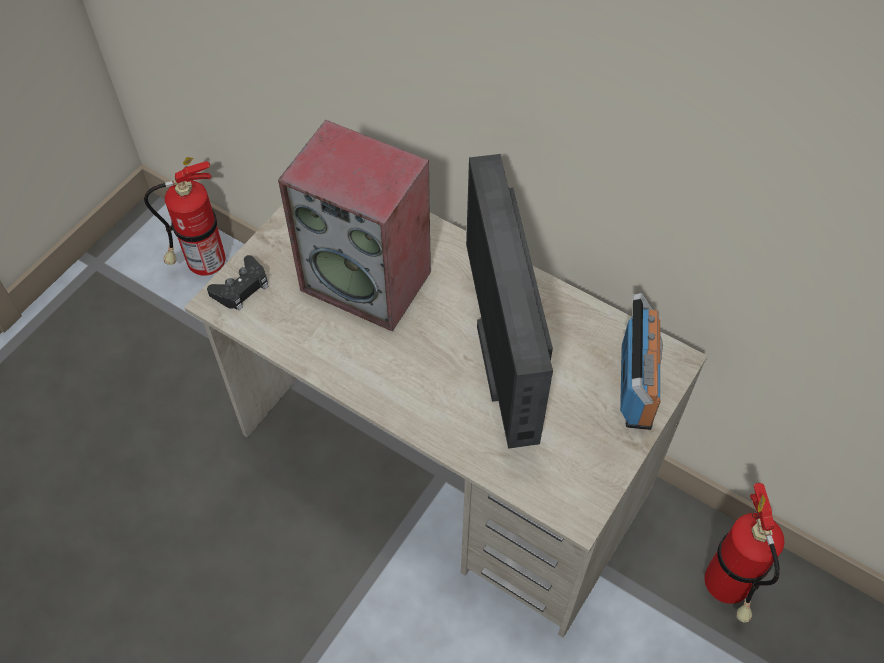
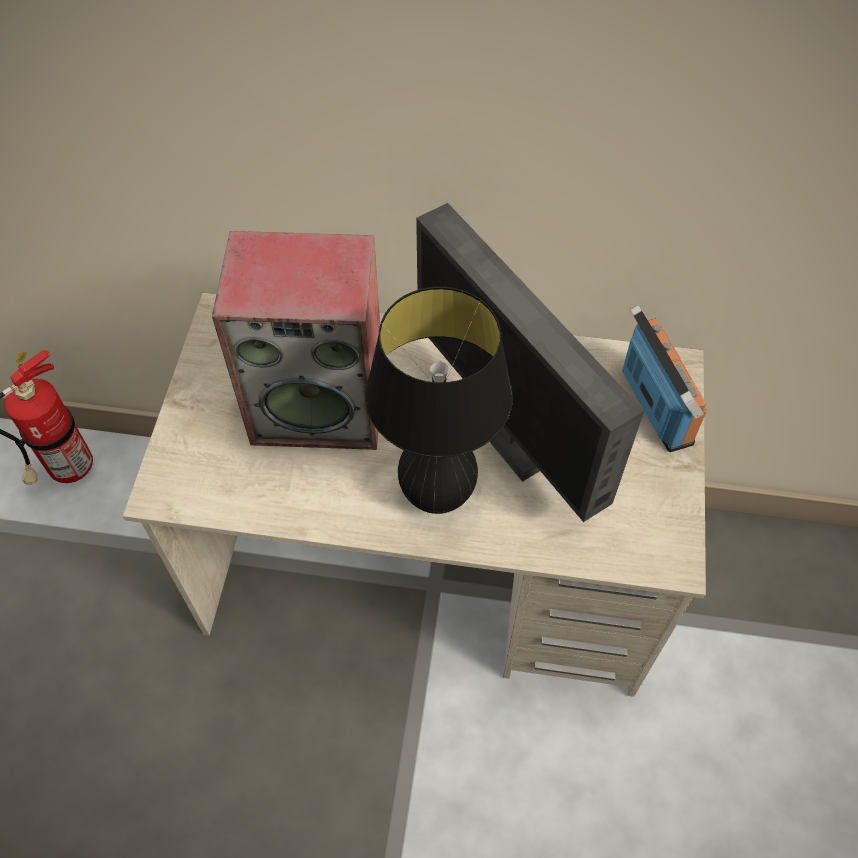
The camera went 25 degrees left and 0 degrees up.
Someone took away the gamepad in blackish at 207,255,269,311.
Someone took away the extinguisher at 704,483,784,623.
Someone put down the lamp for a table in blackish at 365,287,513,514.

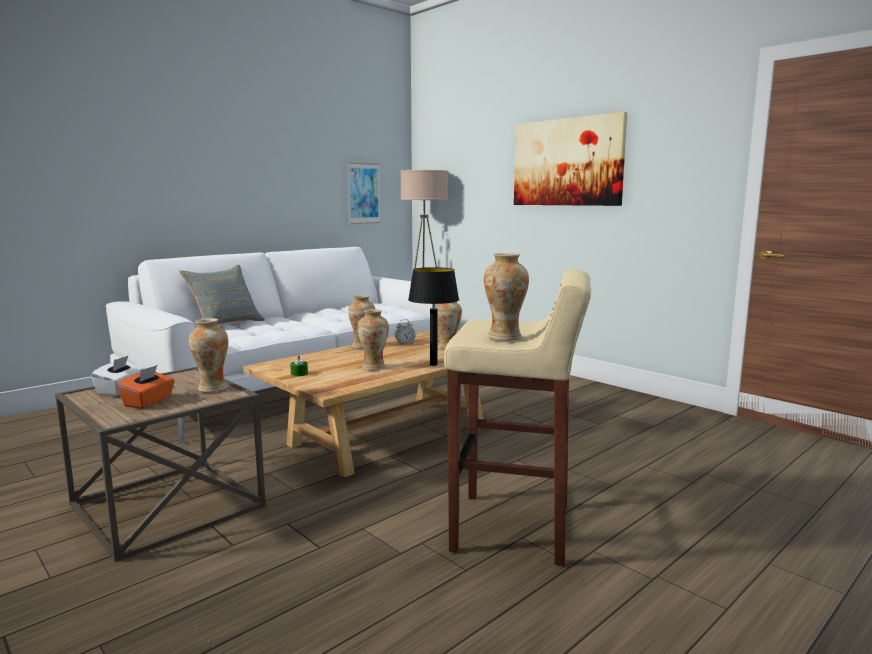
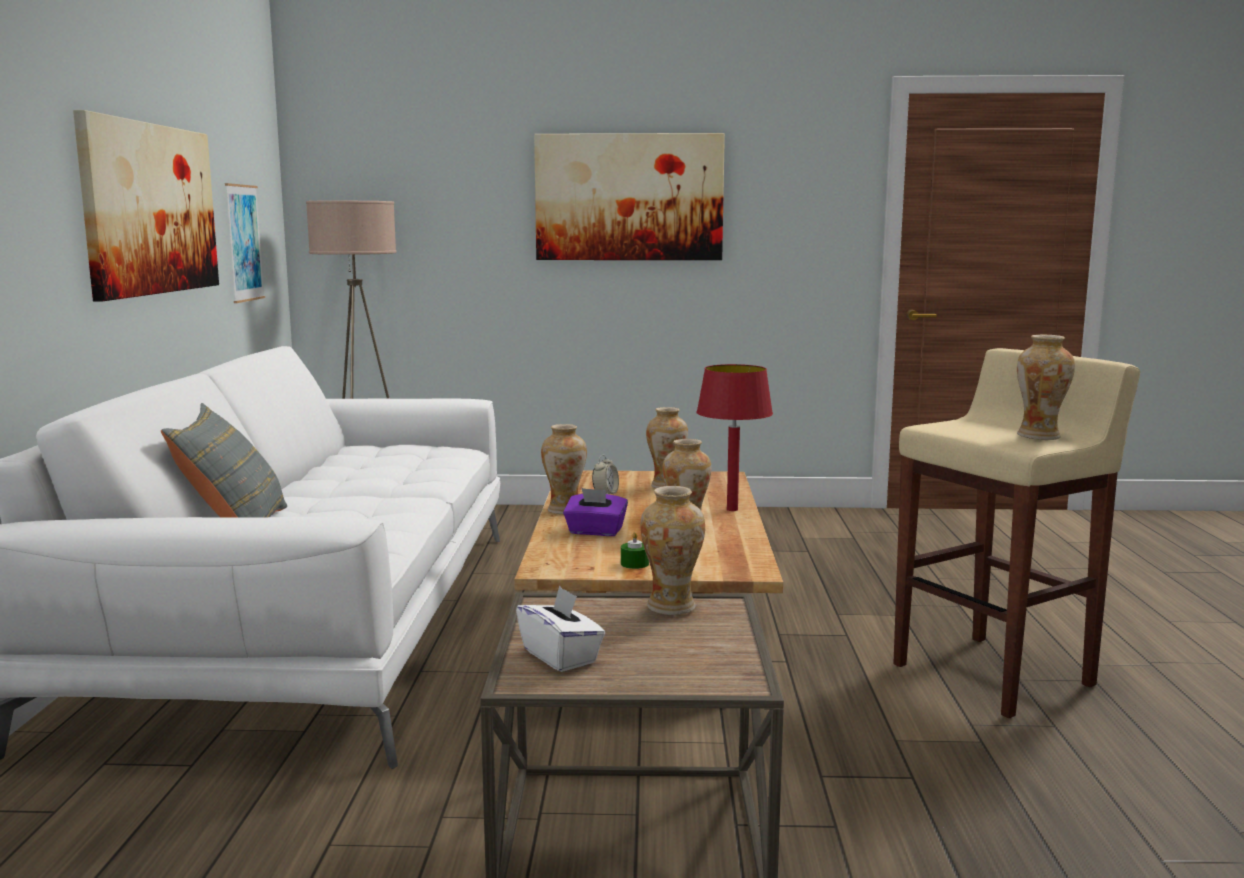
The camera went 45 degrees left and 0 degrees up.
Someone repainted the lamp for a table in blackish at 408,267,459,366, which became the lamp for a table in red at 697,364,773,511.
Someone took away the tissue holder in orange at 117,365,175,409.
Someone put up the wall art at 73,110,219,301.
Someone put down the tissue holder in purple-coloured at 563,488,628,536.

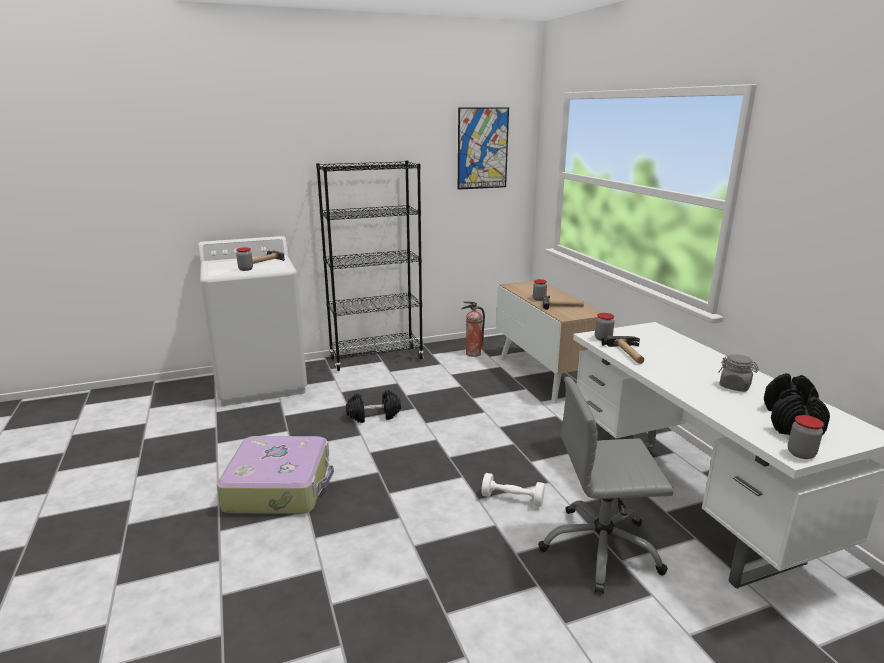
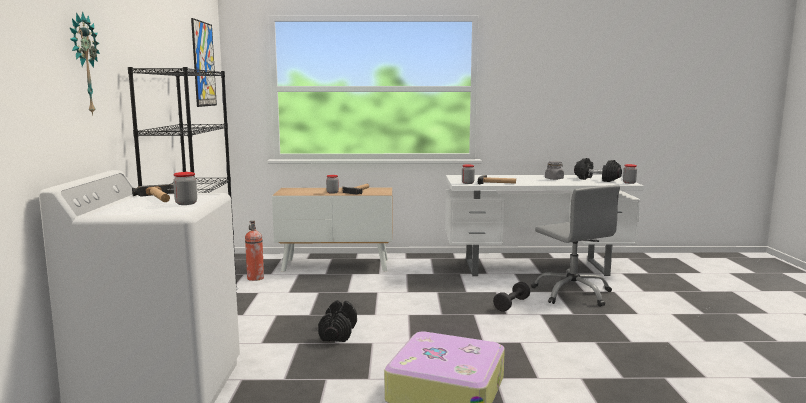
The camera went 70 degrees left and 10 degrees down.
Someone rotated the computer chair in grey at 538,377,674,594 by 45 degrees counterclockwise.
Someone repainted the free weight in white-coloured at 481,473,545,507, which became the free weight in blackish at 493,282,530,312.
Someone put up the wall clock at 70,12,100,116.

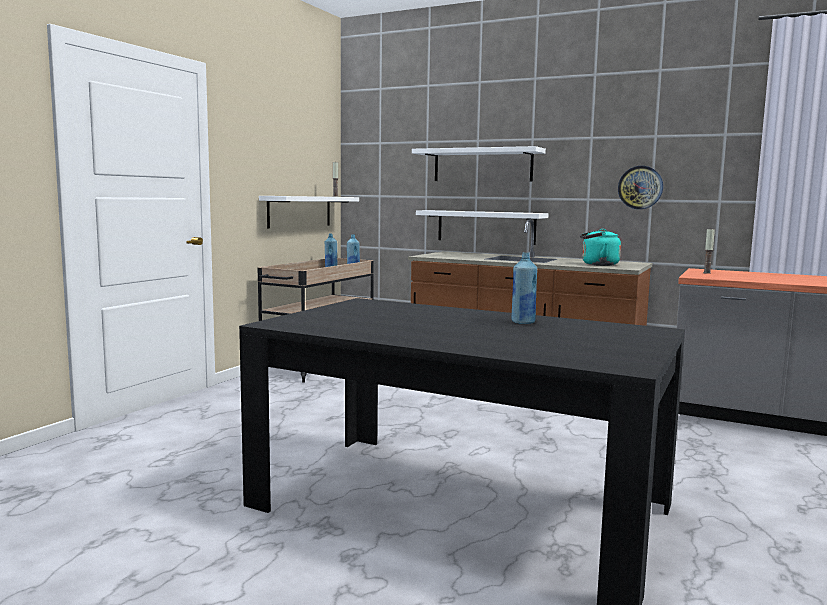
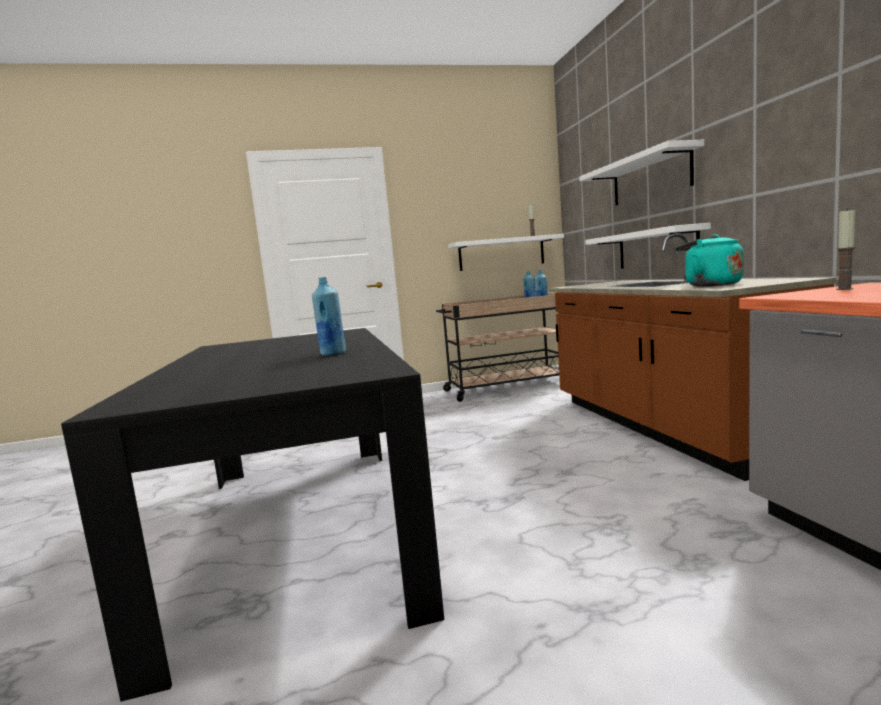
The camera went 50 degrees right and 0 degrees up.
Someone took away the wall clock at 618,166,663,209.

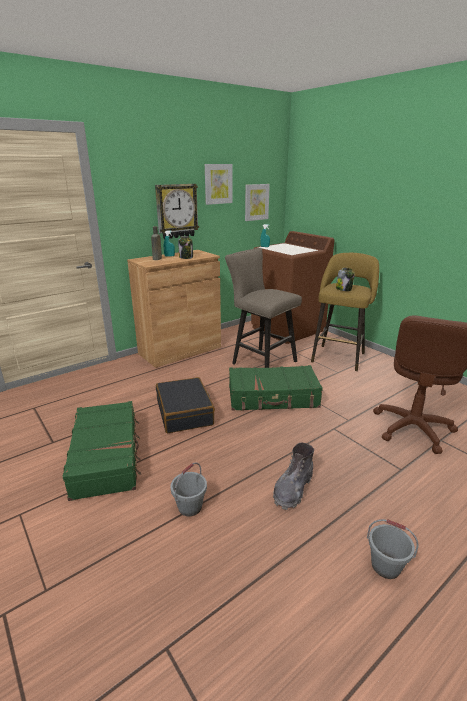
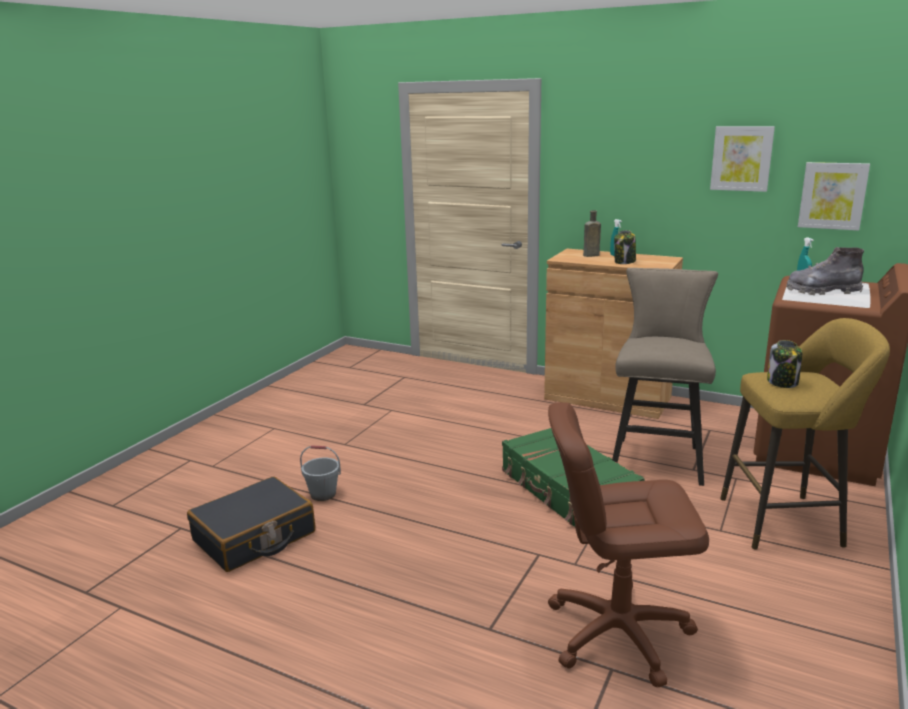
The camera went 65 degrees right and 5 degrees down.
Someone took away the wall clock at 155,184,199,239.
Someone carried the travel case in blackish from 156,377,215,433 to 187,477,315,572.
Someone took away the travel case in green at 62,401,141,501.
Someone carried the boot in grey from 273,443,314,510 to 786,247,864,295.
Someone took away the water bucket in grey at 367,519,419,579.

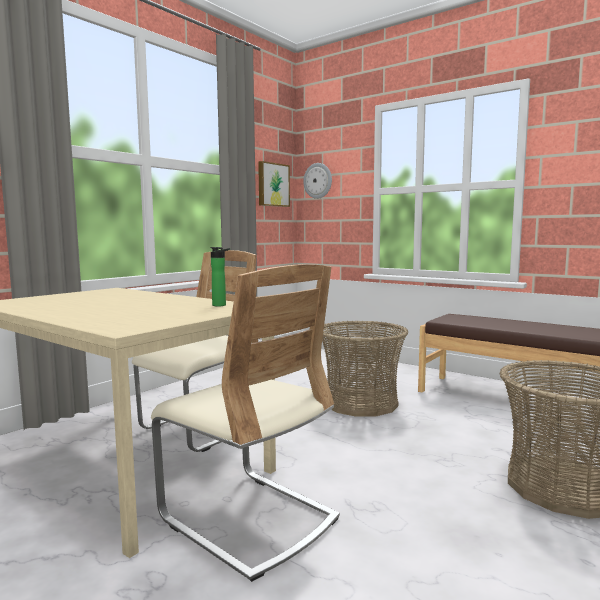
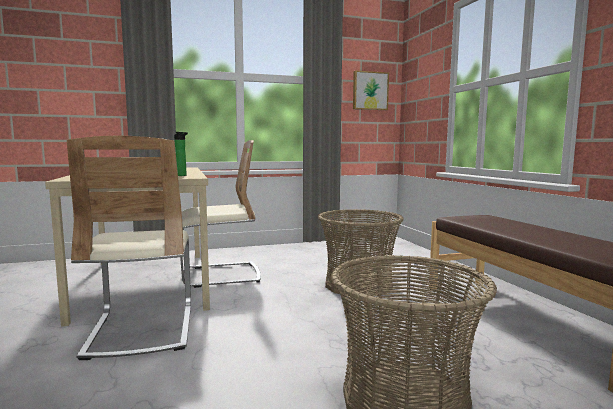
The camera went 35 degrees right and 0 degrees up.
Someone took away the wall clock at 303,163,332,199.

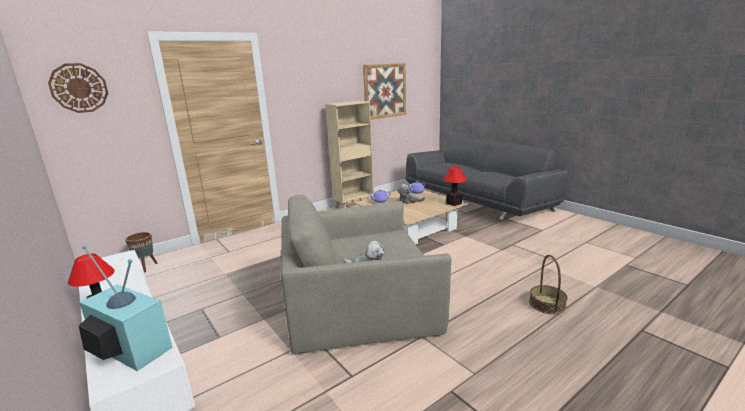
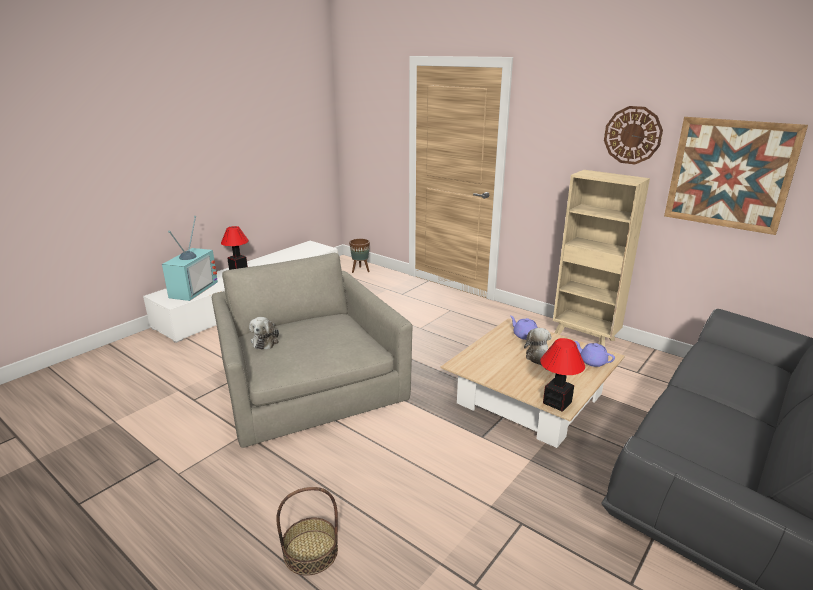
The camera went 75 degrees right and 5 degrees up.
Someone carried the wall clock from 48,63,108,113 to 604,106,663,164.

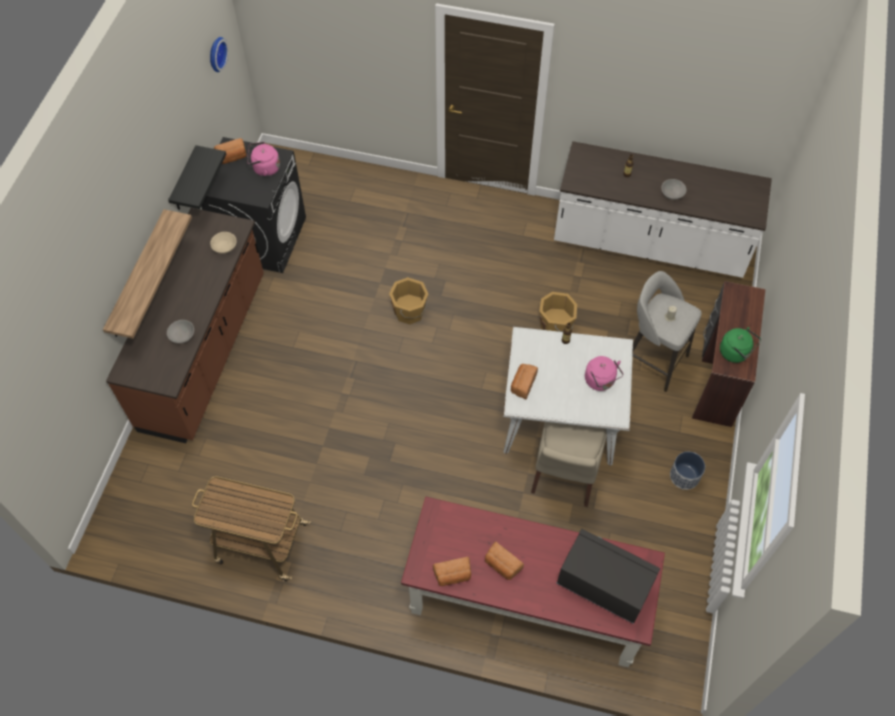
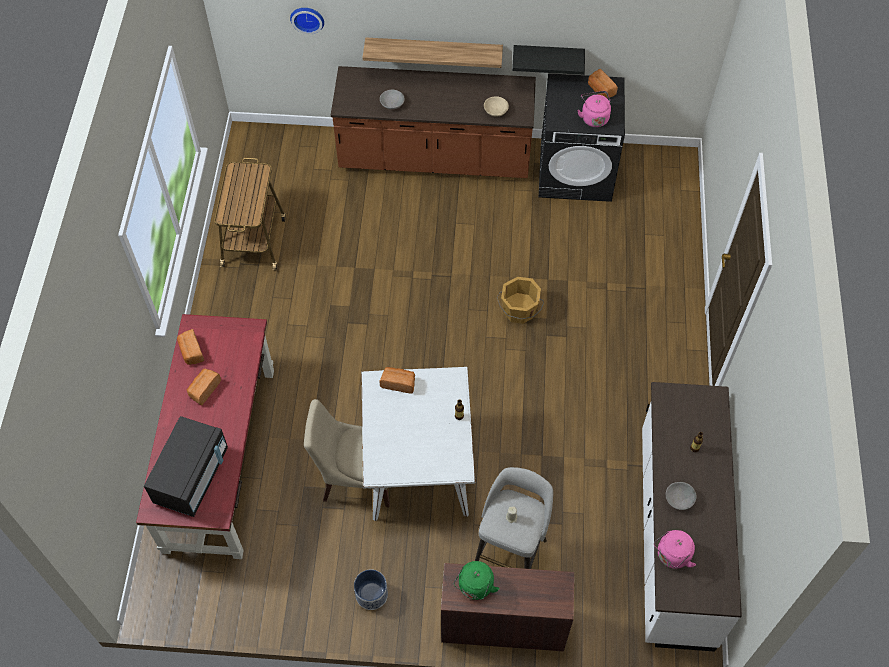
The camera went 80 degrees right and 0 degrees up.
Someone carried the wall clock from 210,37,228,72 to 290,8,324,34.
Someone took away the water bucket in orange at 539,292,577,332.
Someone carried the tea kettle in pink-coloured from 585,356,623,391 to 654,530,696,569.

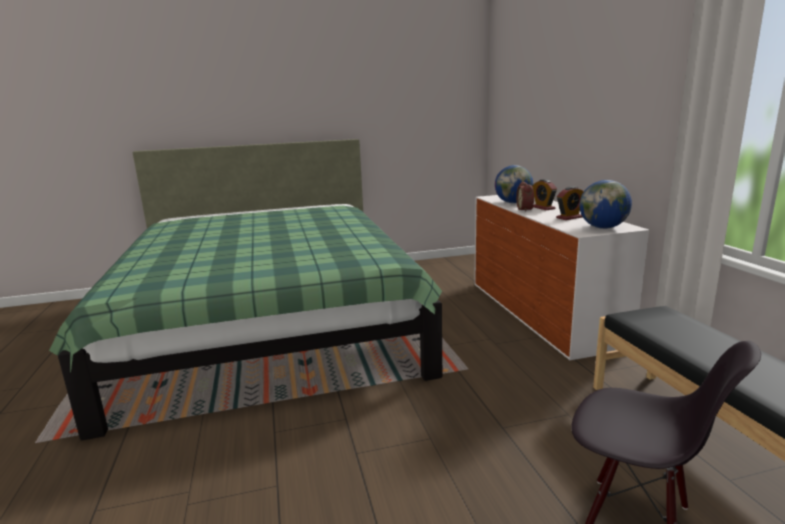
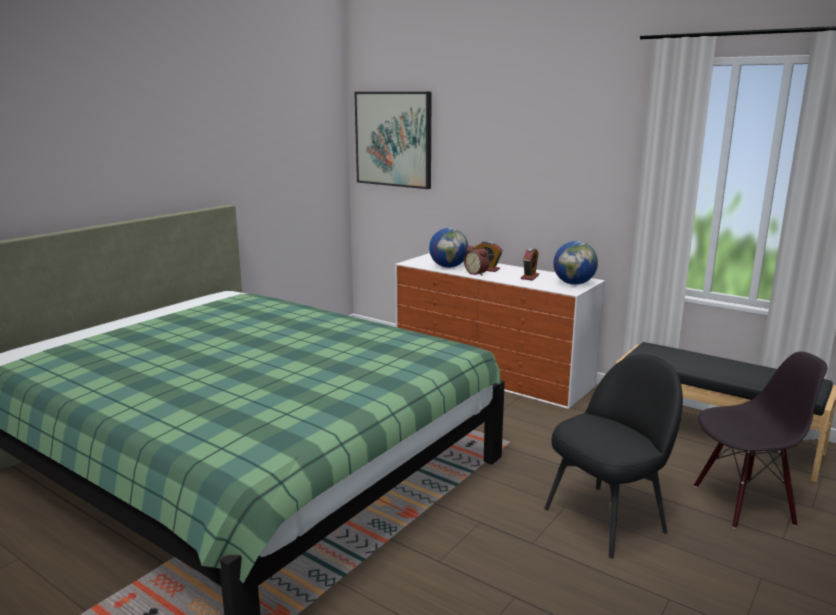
The camera went 40 degrees left and 0 degrees up.
Someone put up the wall art at 355,92,432,189.
Someone put down the upright chair in blackish at 544,354,683,559.

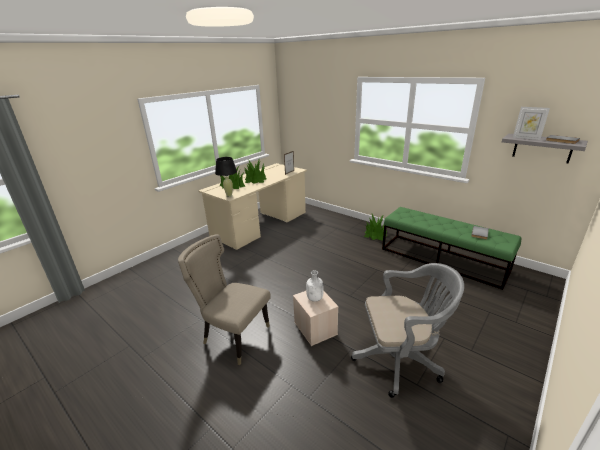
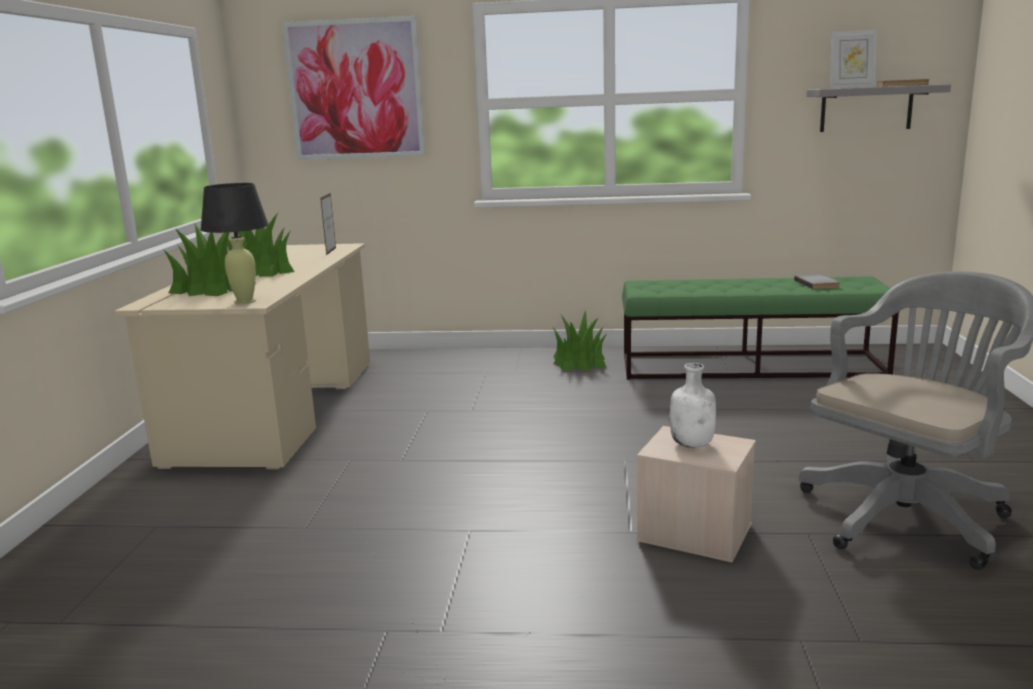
The camera went 35 degrees left and 10 degrees down.
Someone took away the upright chair in beige at 178,234,271,365.
Someone put up the wall art at 282,16,425,160.

